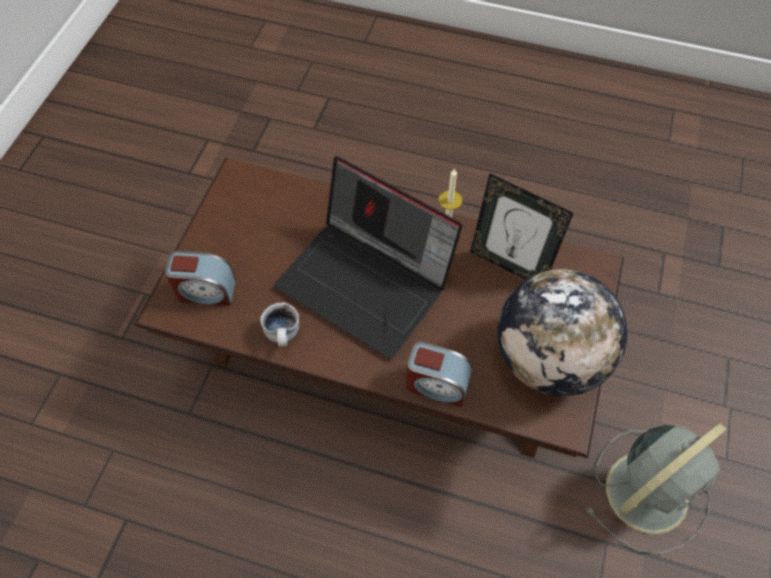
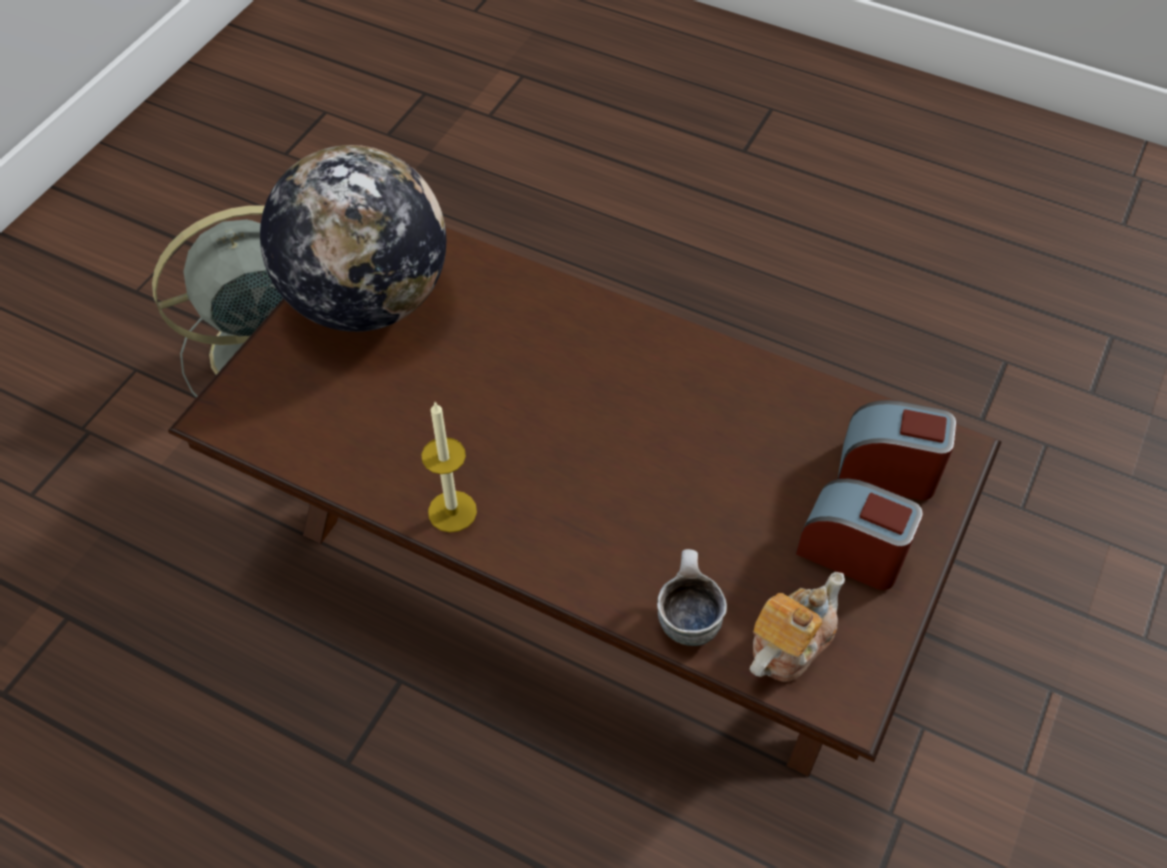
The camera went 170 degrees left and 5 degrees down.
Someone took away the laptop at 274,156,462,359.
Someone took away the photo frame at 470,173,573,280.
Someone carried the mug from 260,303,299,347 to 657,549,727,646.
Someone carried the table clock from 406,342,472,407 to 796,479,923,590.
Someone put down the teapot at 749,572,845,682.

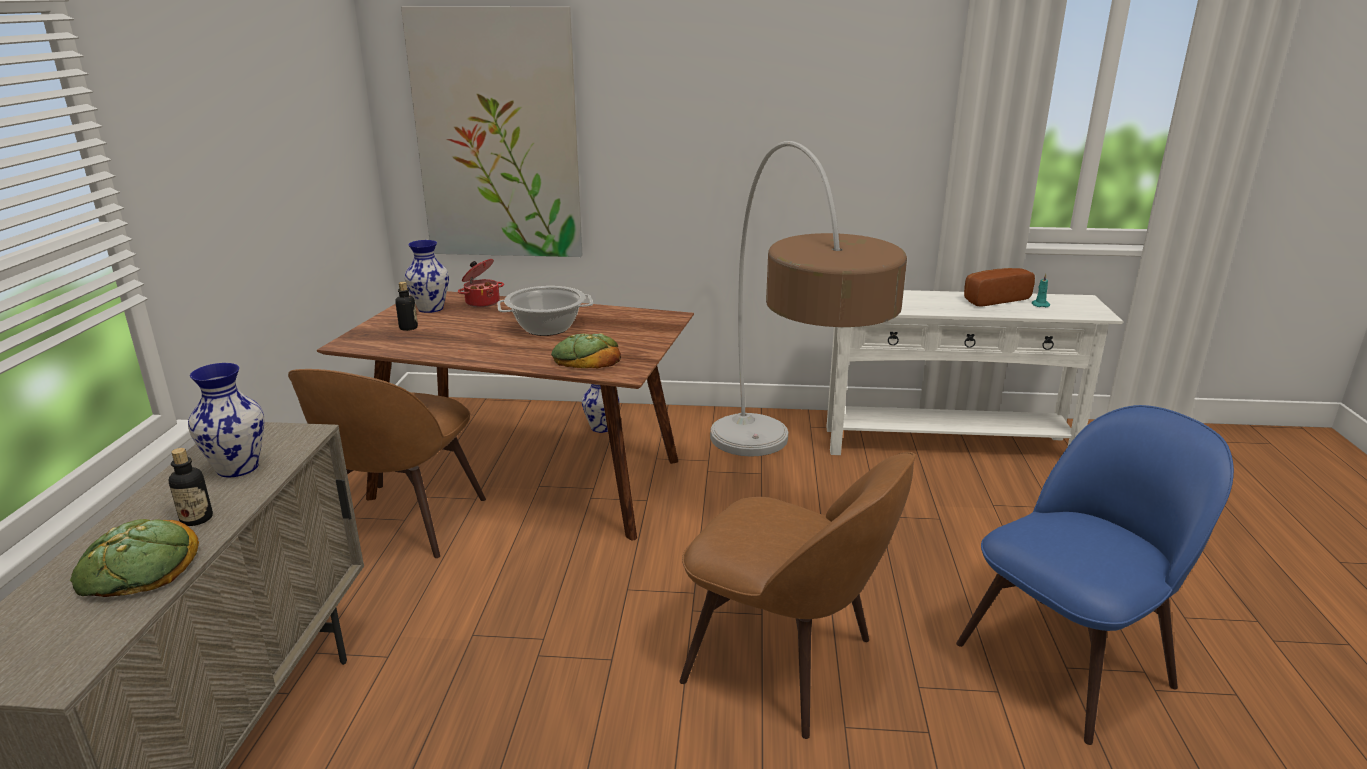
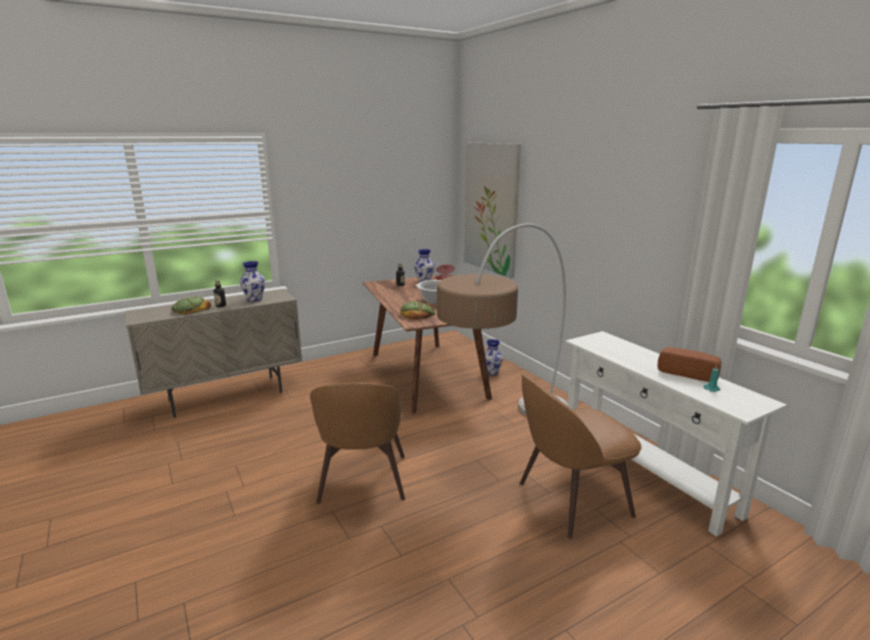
The camera went 55 degrees right and 5 degrees down.
Someone carried the upright chair in brownish from 288,369,486,558 to 520,374,642,539.
Someone took away the upright chair in blue-coloured at 956,405,1234,745.

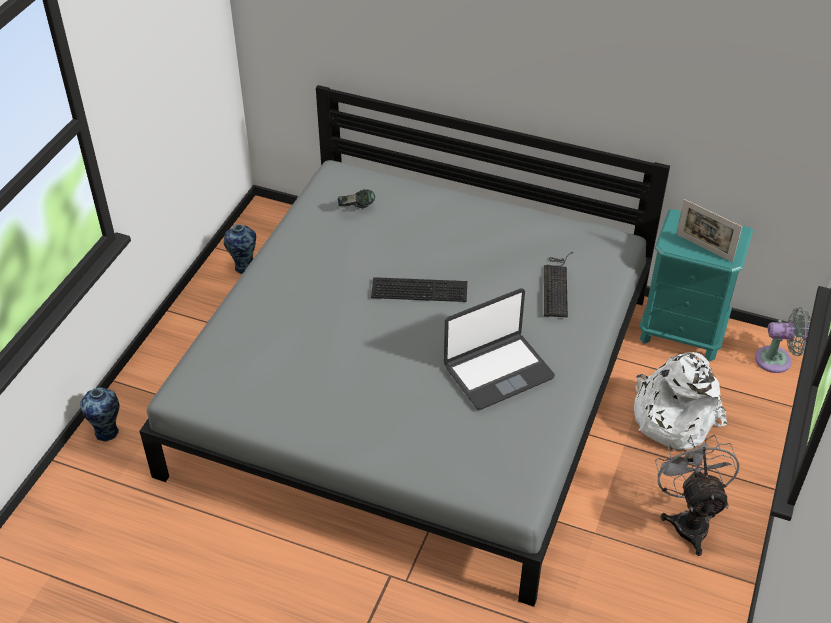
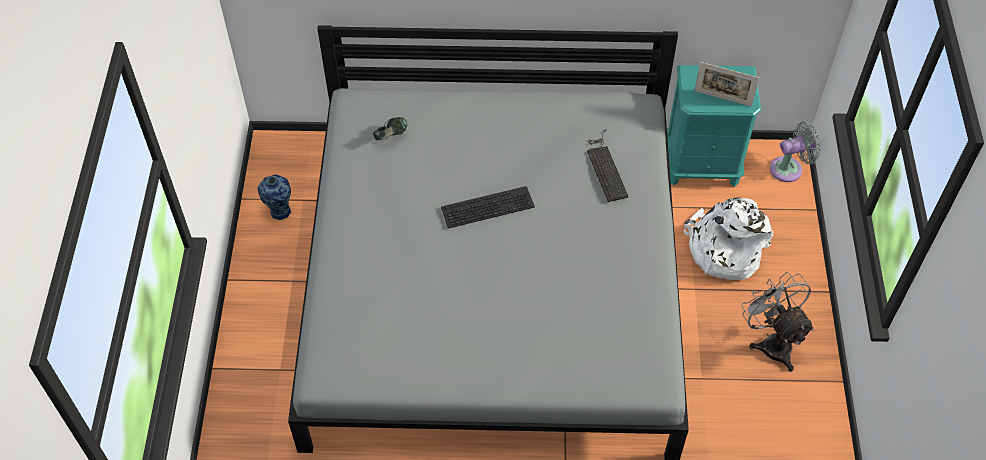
The camera went 20 degrees left and 10 degrees up.
Someone took away the laptop at 444,289,555,410.
Someone took away the flower vase at 80,387,120,442.

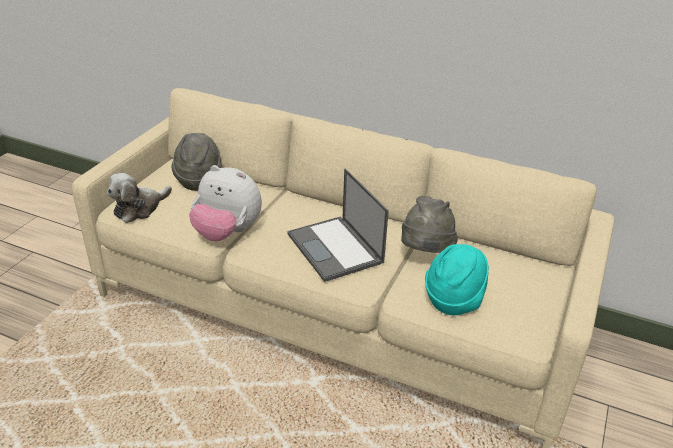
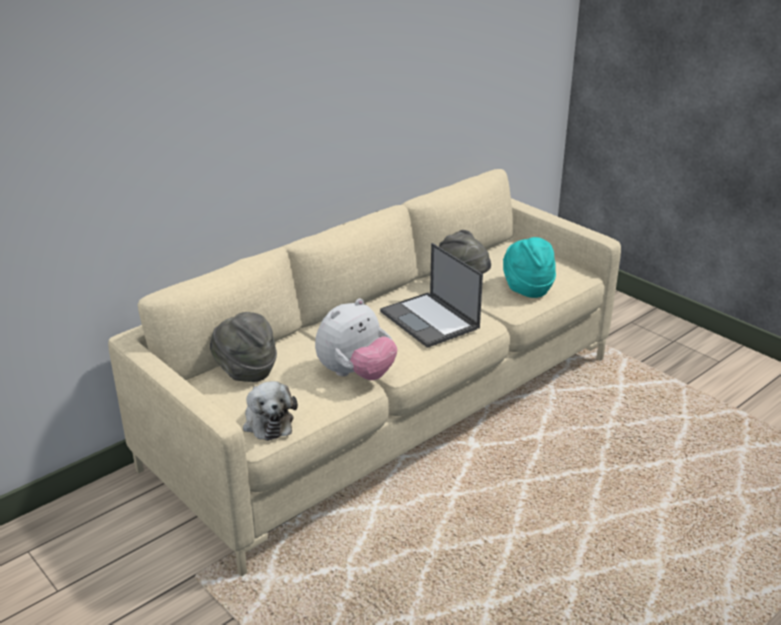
The camera went 65 degrees left and 5 degrees down.
Someone rotated the laptop at 287,168,389,282 by 60 degrees clockwise.

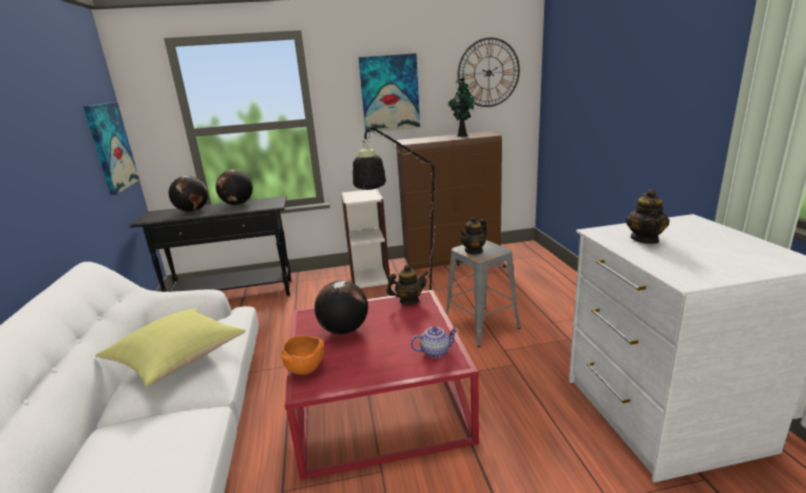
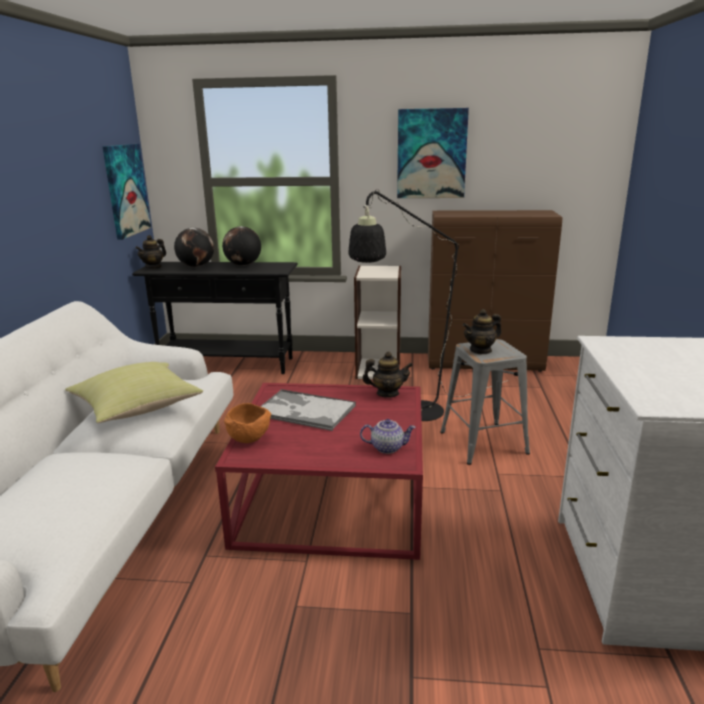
The camera went 15 degrees right and 0 degrees up.
Someone took away the wall clock at 458,38,520,107.
Someone took away the houseplant at 448,78,474,137.
Someone carried the teapot from 626,189,669,244 to 136,235,166,269.
Someone swapped the globe at 314,281,368,334 for the carrying tray at 260,389,356,431.

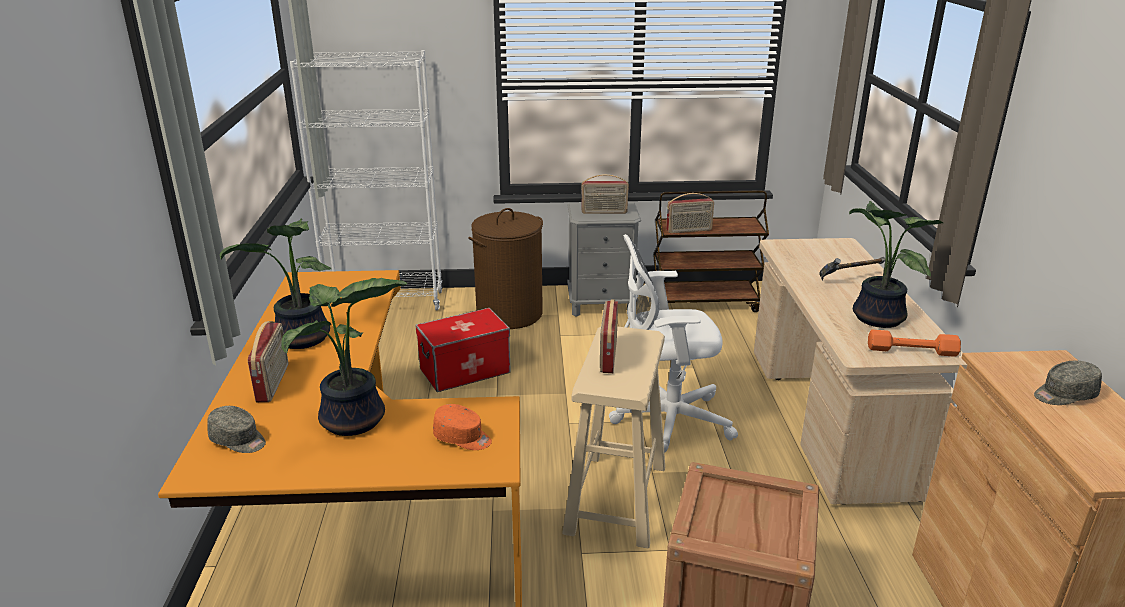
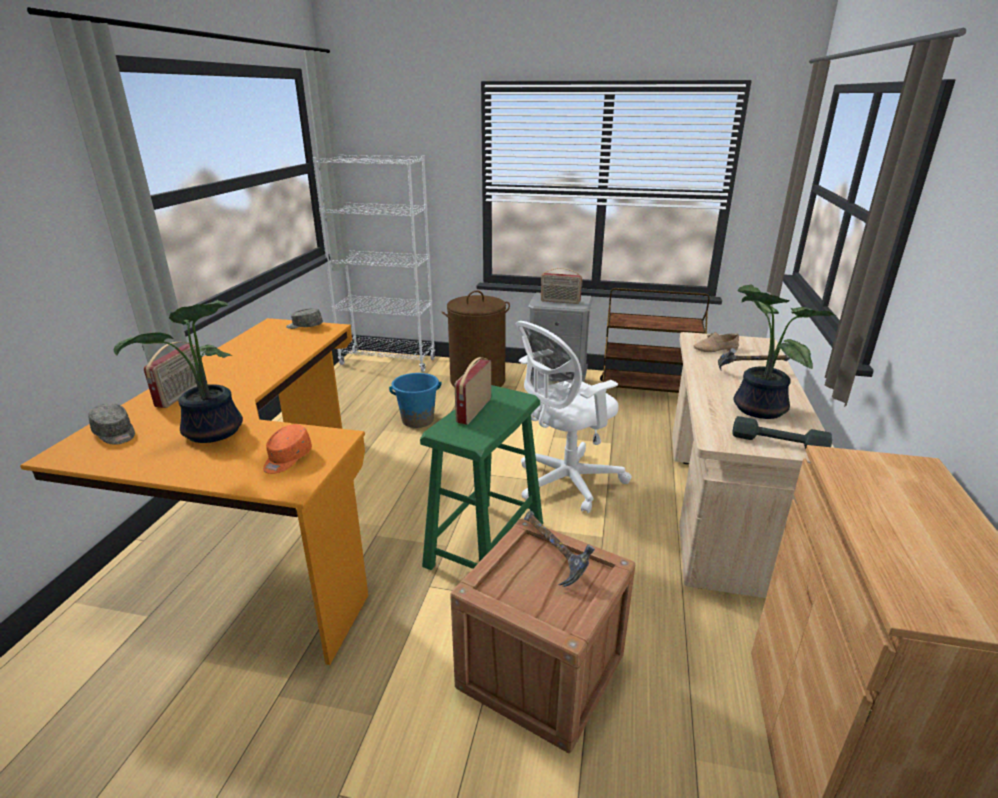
The camera went 15 degrees right and 0 degrees up.
Someone took away the radio receiver at 666,193,714,233.
Someone took away the houseplant at 220,218,331,349.
Someone rotated the computer chair in white-coloured at 609,234,738,453 by 45 degrees counterclockwise.
Someone swapped the storage bin at 415,308,511,392 for the water bucket in blue-coloured at 389,373,442,428.
Someone repainted the stool seat in beige at 562,327,665,548, which became the stool seat in green at 420,385,543,570.
Someone repainted the free weight in orange at 868,330,961,357, which became the free weight in grey at 732,416,832,449.
Someone carried the peaked cap in grey from 1034,360,1102,405 to 286,308,323,329.
Someone rotated the peaked cap in orange at 433,404,492,450 by 75 degrees clockwise.
Someone put down the low shoe in beige at 694,332,739,352.
Someone put down the tool hammer at 524,511,595,587.

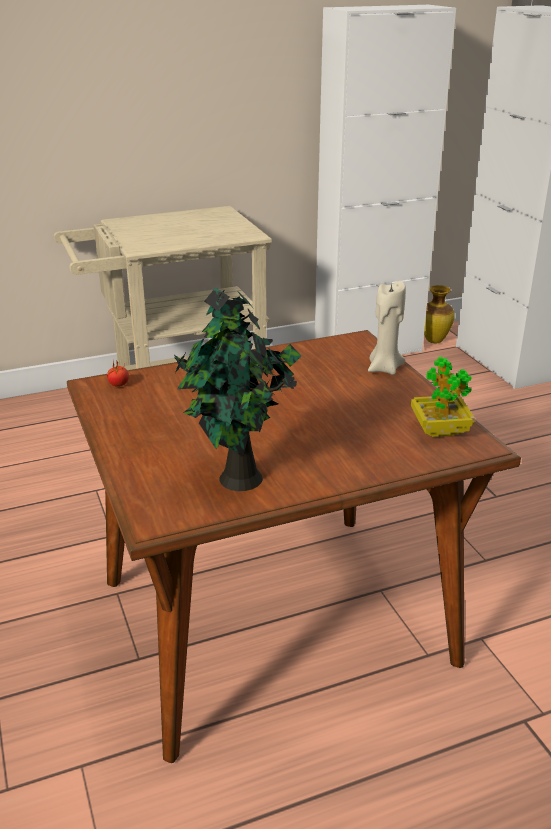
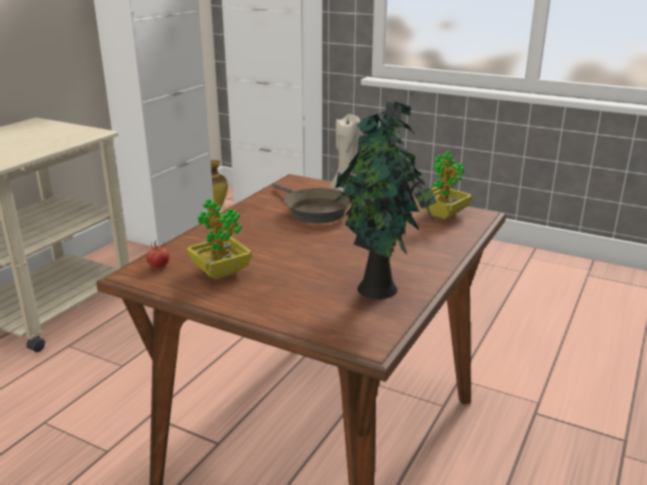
The camera went 40 degrees left and 5 degrees down.
Someone put down the skillet in brownish at 273,183,351,223.
Someone put down the houseplant at 187,199,252,279.

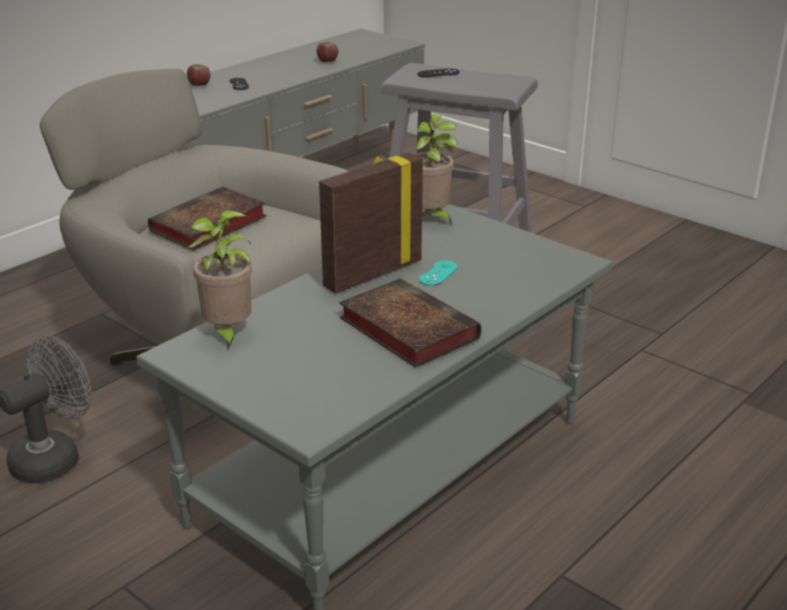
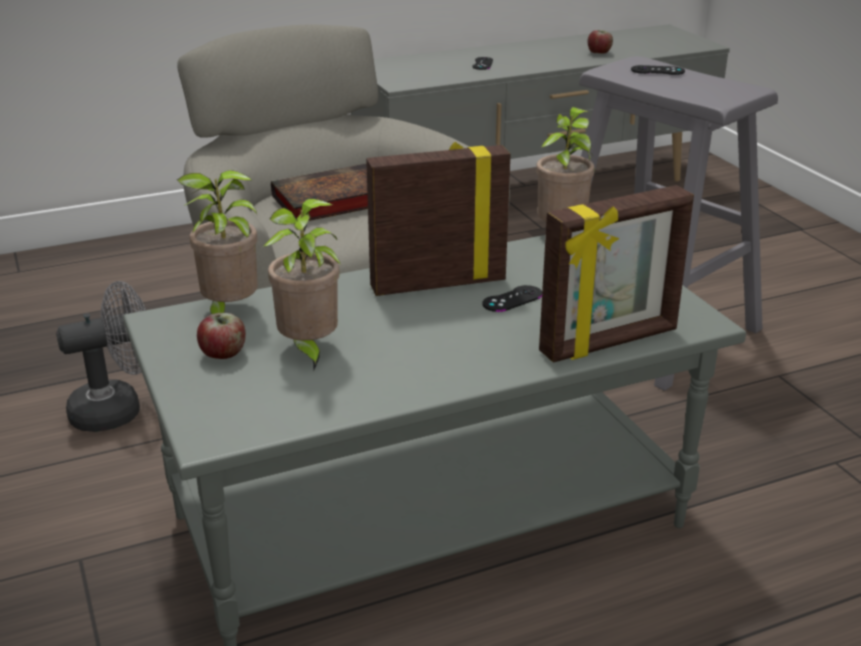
The camera went 25 degrees right and 0 degrees up.
Someone carried the apple fruit from 187,64,210,86 to 197,313,246,359.
Someone repainted the gamepad in turquoise-coloured at 419,261,458,286, which became the gamepad in blackish at 483,285,542,312.
Someone took away the book at 339,278,481,367.
Someone put down the photo frame at 539,185,694,362.
Someone put down the houseplant at 264,199,341,370.

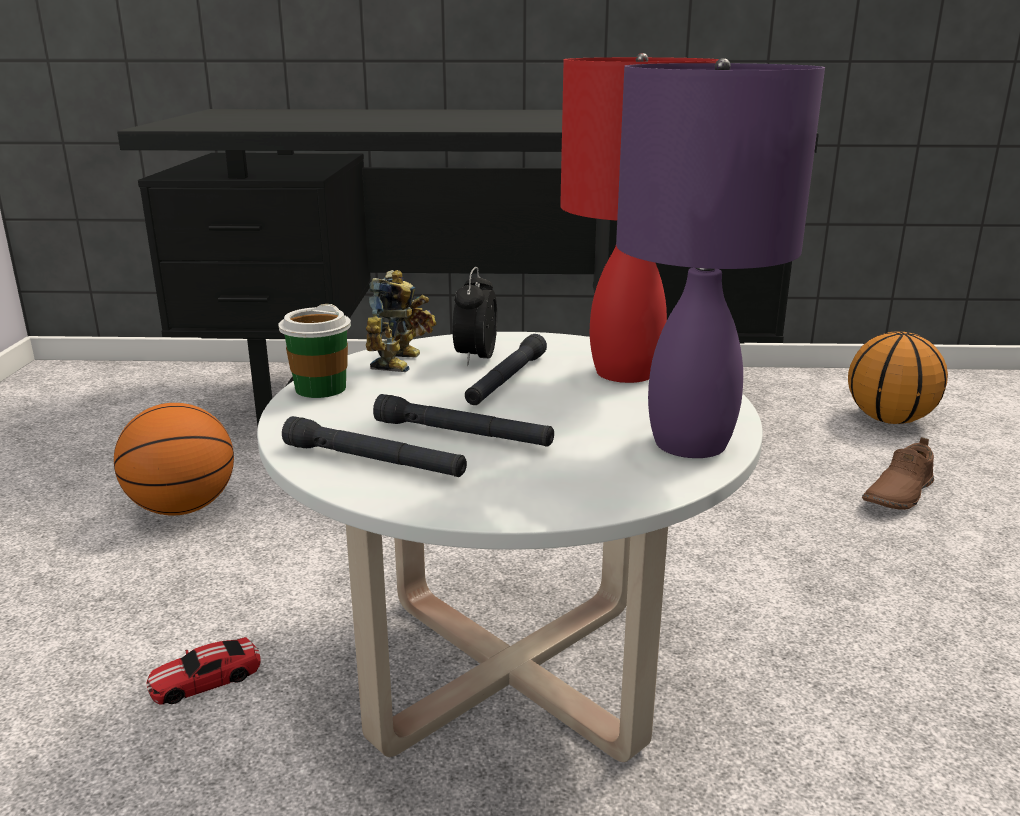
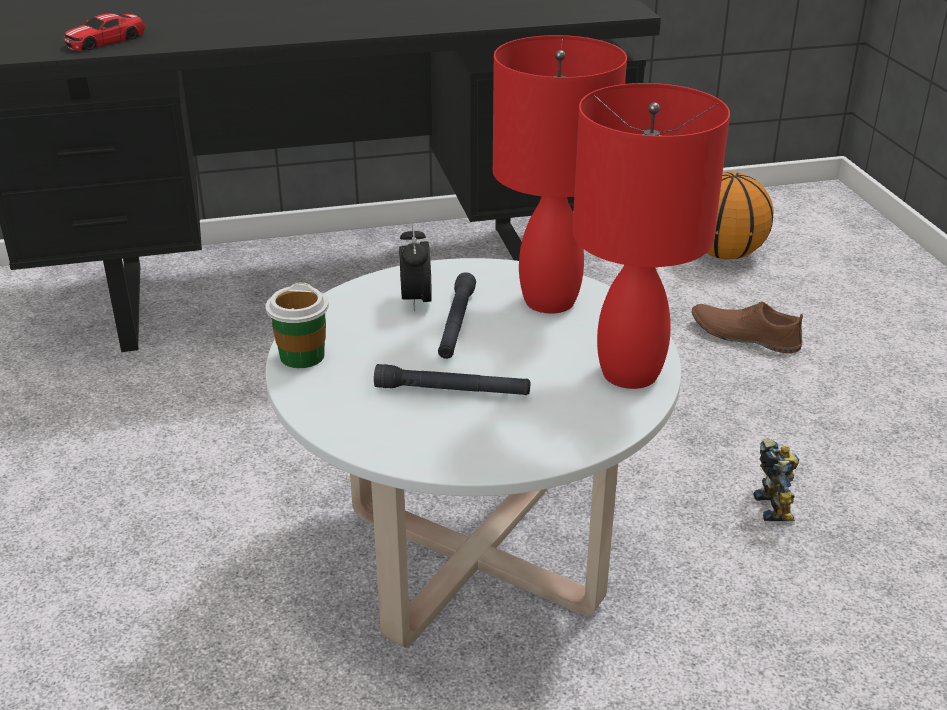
The camera went 15 degrees left and 10 degrees up.
Someone repainted the lamp for a table in purple-coloured at 616,58,825,458, which became the lamp for a table in red at 572,83,730,389.
Someone carried the toy robot from 366,270,436,372 to 753,438,799,521.
Someone took away the basketball at 114,403,234,515.
Someone took away the hand torch in blackish at 282,416,467,477.
Someone rotated the low shoe in brownish at 862,437,934,510 by 90 degrees clockwise.
Someone carried the toy car from 147,637,261,705 to 64,13,145,51.

